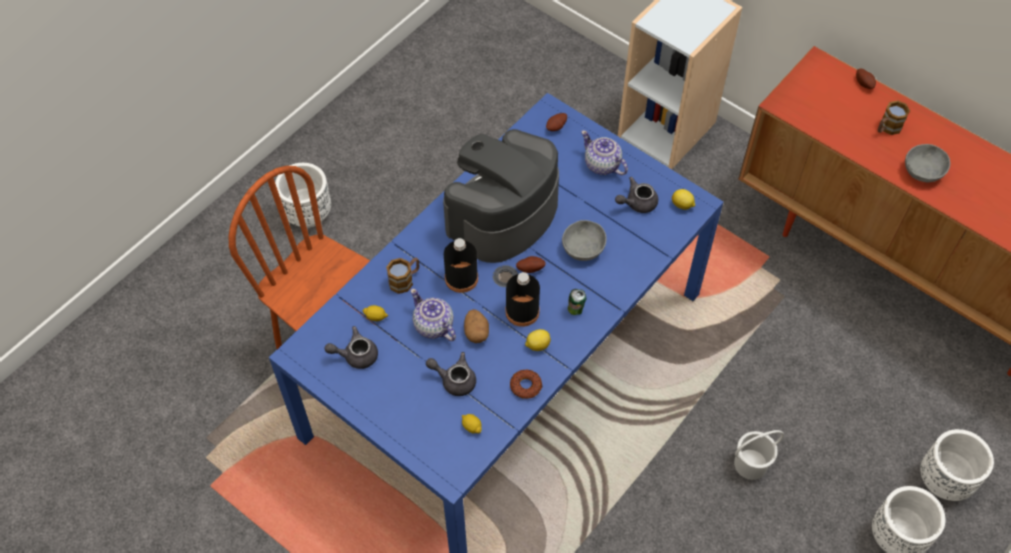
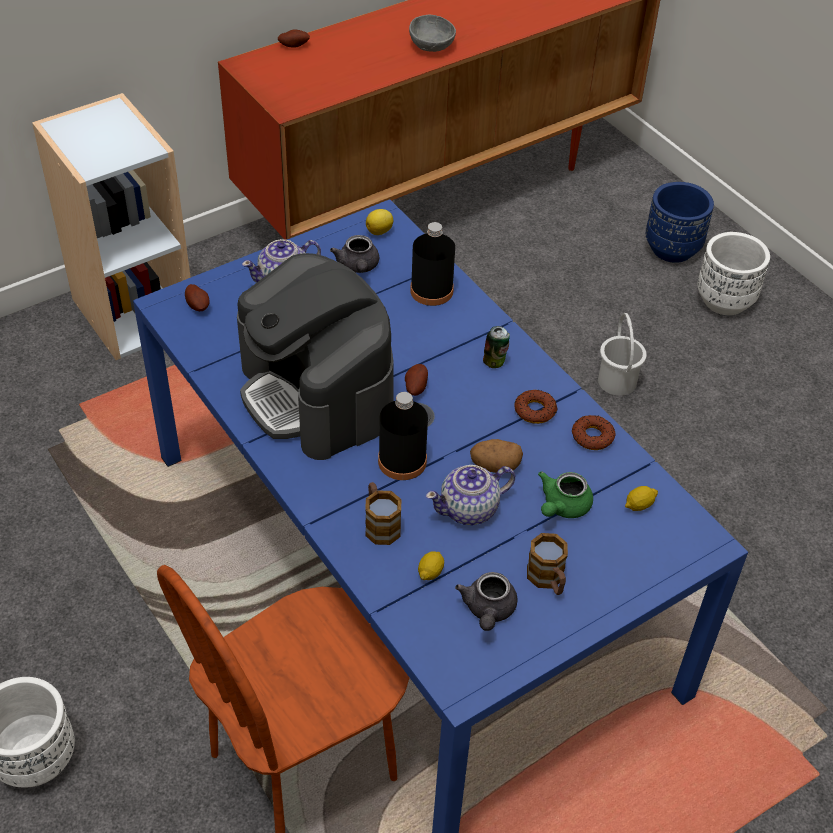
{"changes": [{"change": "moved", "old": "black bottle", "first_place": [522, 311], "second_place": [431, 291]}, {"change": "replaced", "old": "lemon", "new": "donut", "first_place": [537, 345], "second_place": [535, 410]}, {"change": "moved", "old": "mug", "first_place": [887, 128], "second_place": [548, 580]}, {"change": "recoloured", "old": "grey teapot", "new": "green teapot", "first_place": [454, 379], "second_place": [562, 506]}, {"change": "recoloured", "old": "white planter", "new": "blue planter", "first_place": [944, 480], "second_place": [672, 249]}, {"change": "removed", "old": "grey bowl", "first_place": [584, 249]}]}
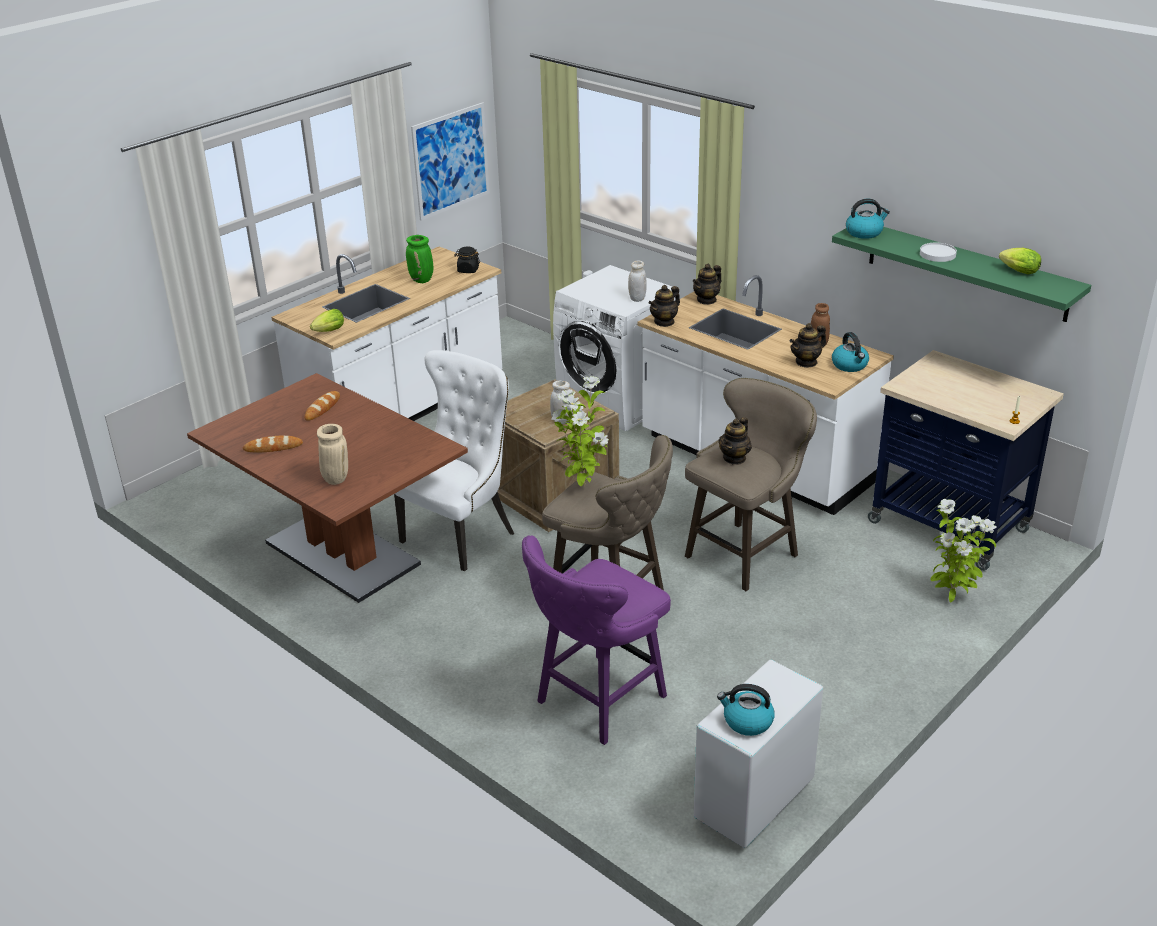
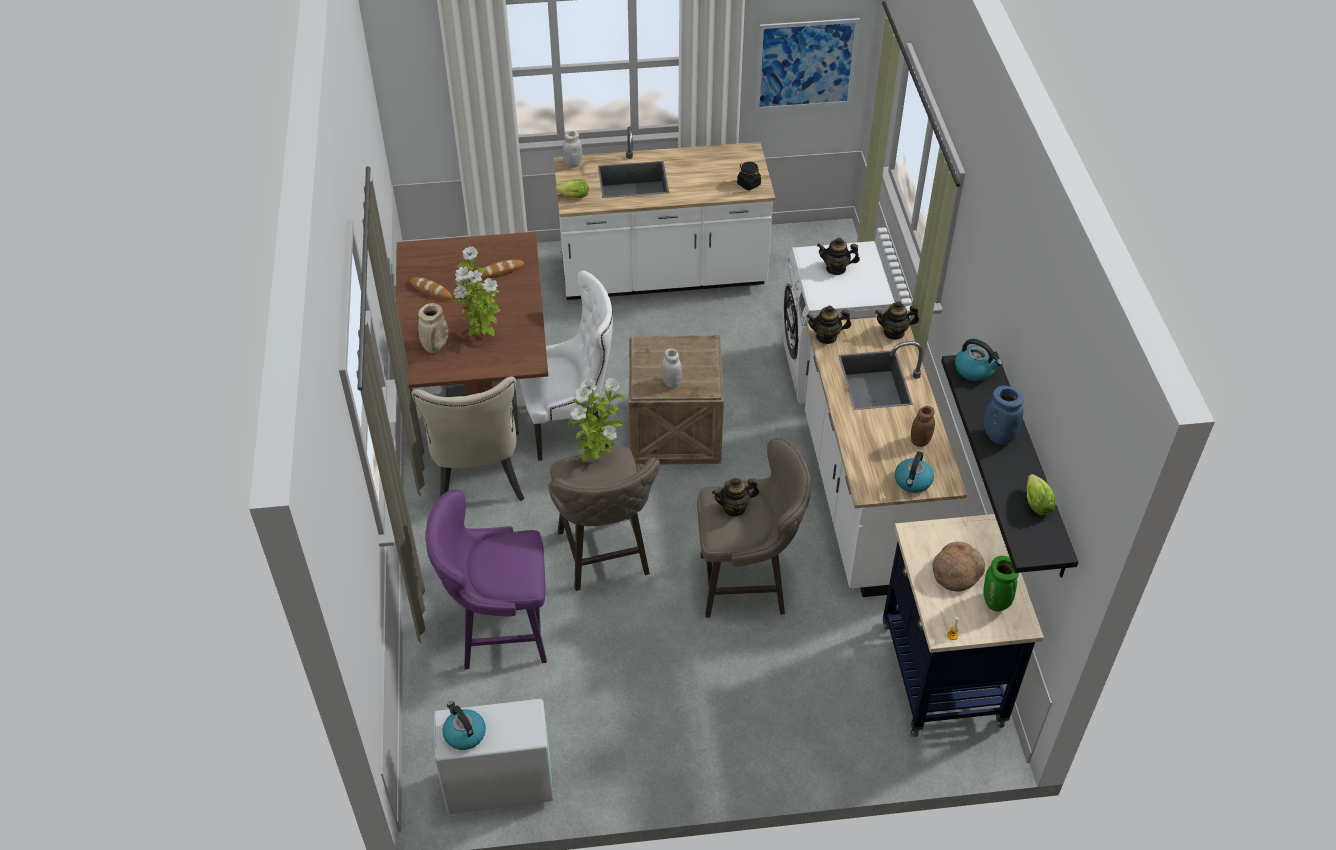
{"changes": [{"change": "added", "new": "beige chair", "second_place": [478, 481]}, {"change": "moved", "old": "potted plant", "first_place": [952, 598], "second_place": [482, 335]}, {"change": "moved", "old": "white jar", "first_place": [637, 298], "second_place": [573, 164]}, {"change": "moved", "old": "teapot", "first_place": [806, 362], "second_place": [836, 268]}, {"change": "added", "new": "bread", "second_place": [956, 571]}, {"change": "recoloured", "old": "green shelf", "new": "black shelf", "first_place": [966, 270], "second_place": [1030, 465]}, {"change": "replaced", "old": "white plate", "new": "blue vase", "first_place": [937, 254], "second_place": [997, 436]}, {"change": "moved", "old": "green vase", "first_place": [422, 280], "second_place": [996, 603]}]}
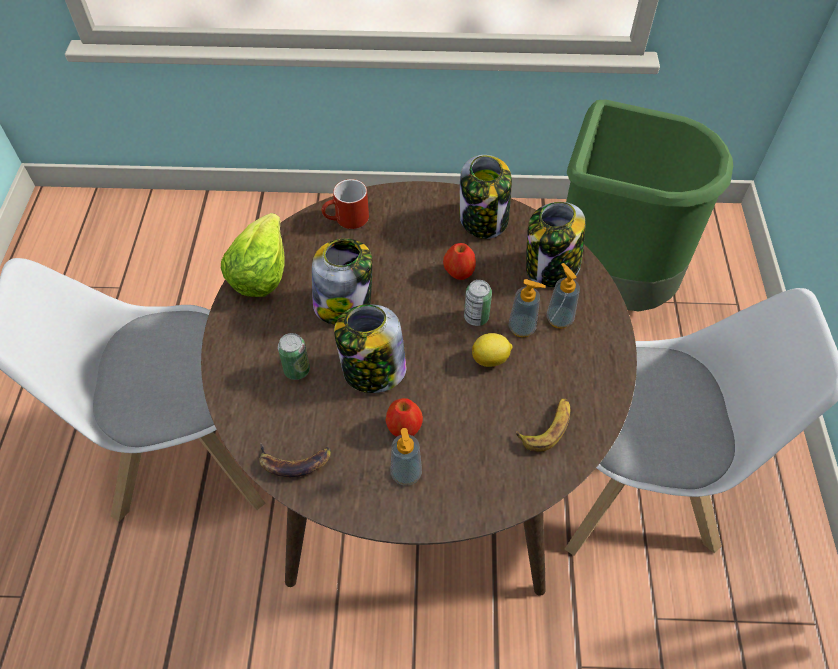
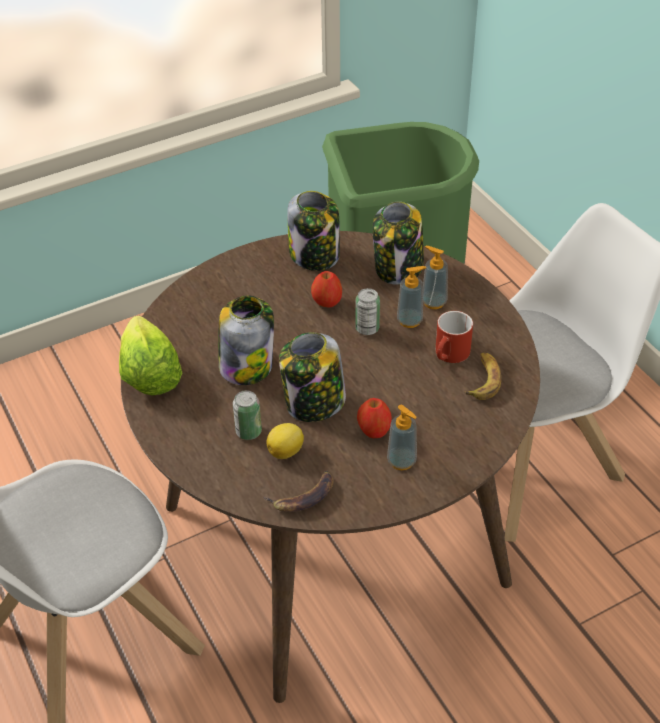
{"changes": [{"change": "moved", "old": "lemon", "first_place": [491, 359], "second_place": [286, 451]}, {"change": "moved", "old": "red mug", "first_place": [346, 220], "second_place": [450, 356]}]}
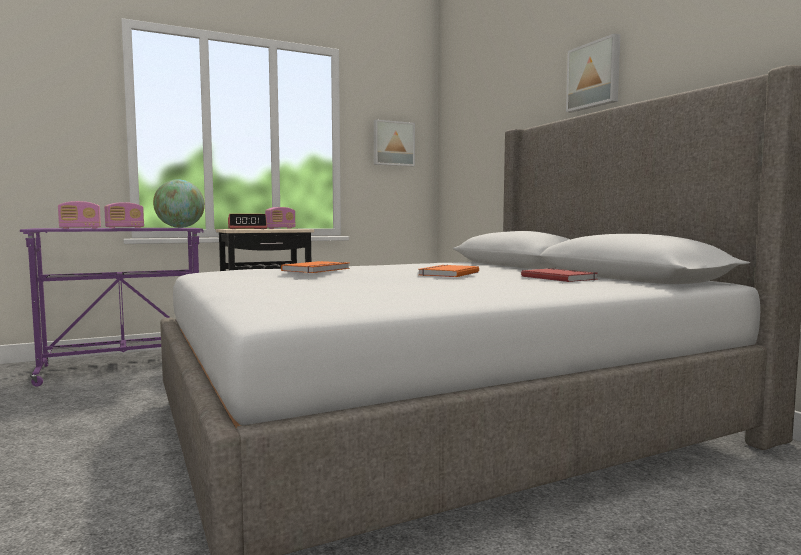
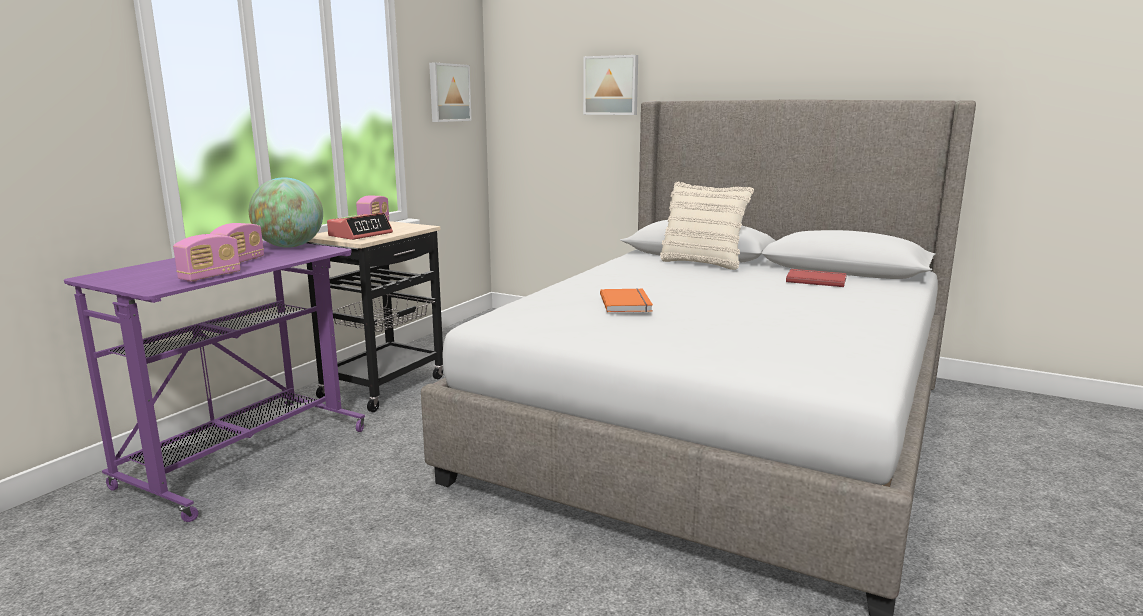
{"changes": [{"change": "moved", "old": "picture", "first_place": [594, 75], "second_place": [611, 85]}, {"change": "added", "new": "beige pillow", "second_place": [703, 263]}, {"change": "removed", "old": "orange book", "first_place": [447, 273]}]}
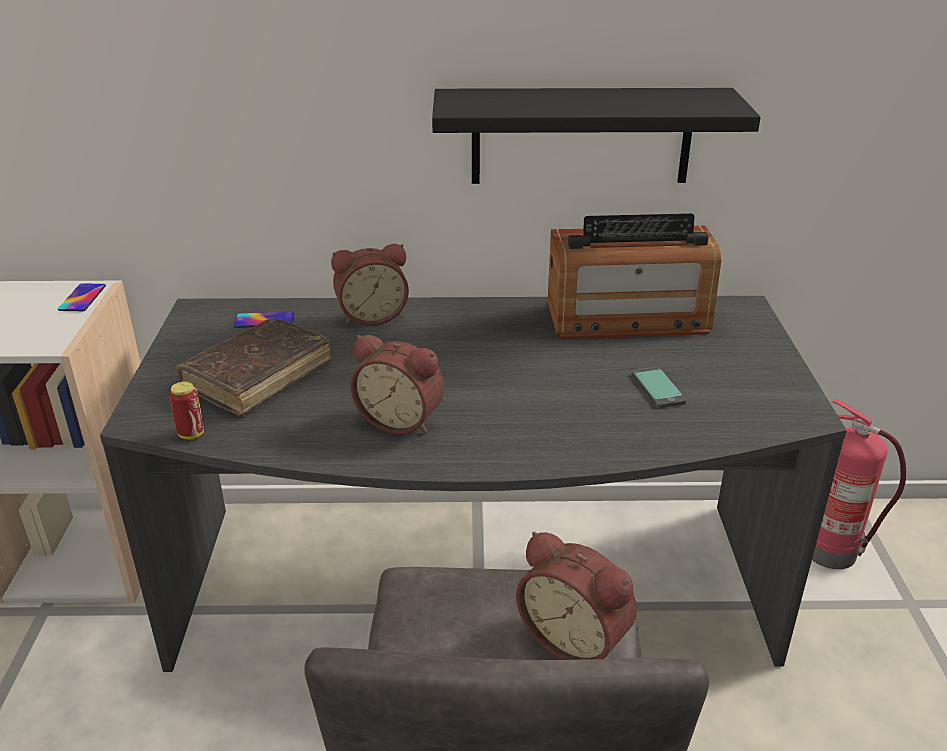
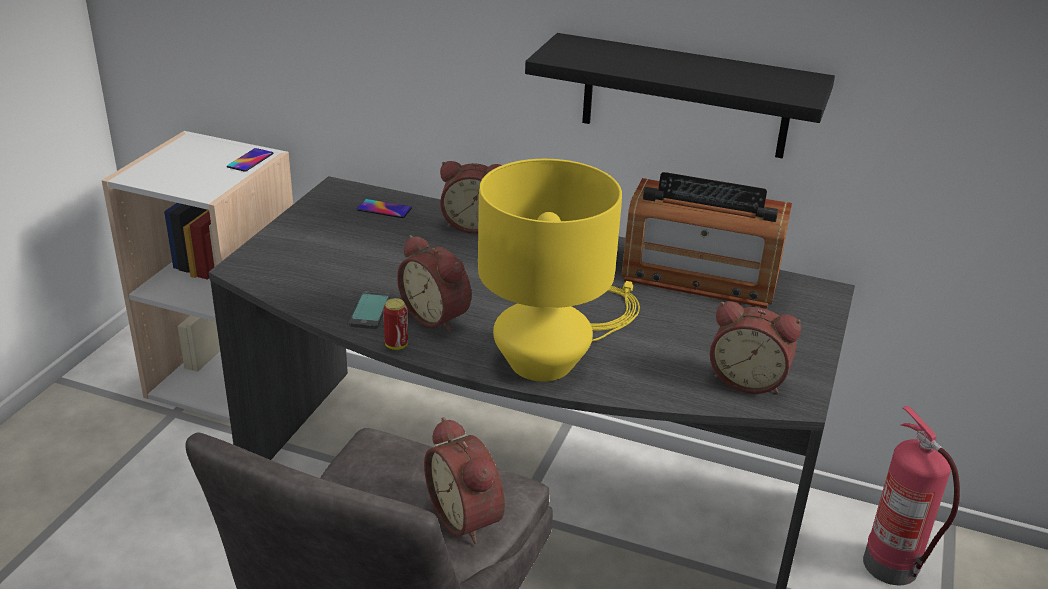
{"changes": [{"change": "moved", "old": "phone", "first_place": [658, 389], "second_place": [370, 311]}, {"change": "moved", "old": "can", "first_place": [191, 434], "second_place": [396, 345]}, {"change": "added", "new": "yellow table lamp", "second_place": [563, 340]}, {"change": "added", "new": "alarm clock", "second_place": [748, 379]}, {"change": "removed", "old": "brown book", "first_place": [258, 376]}]}
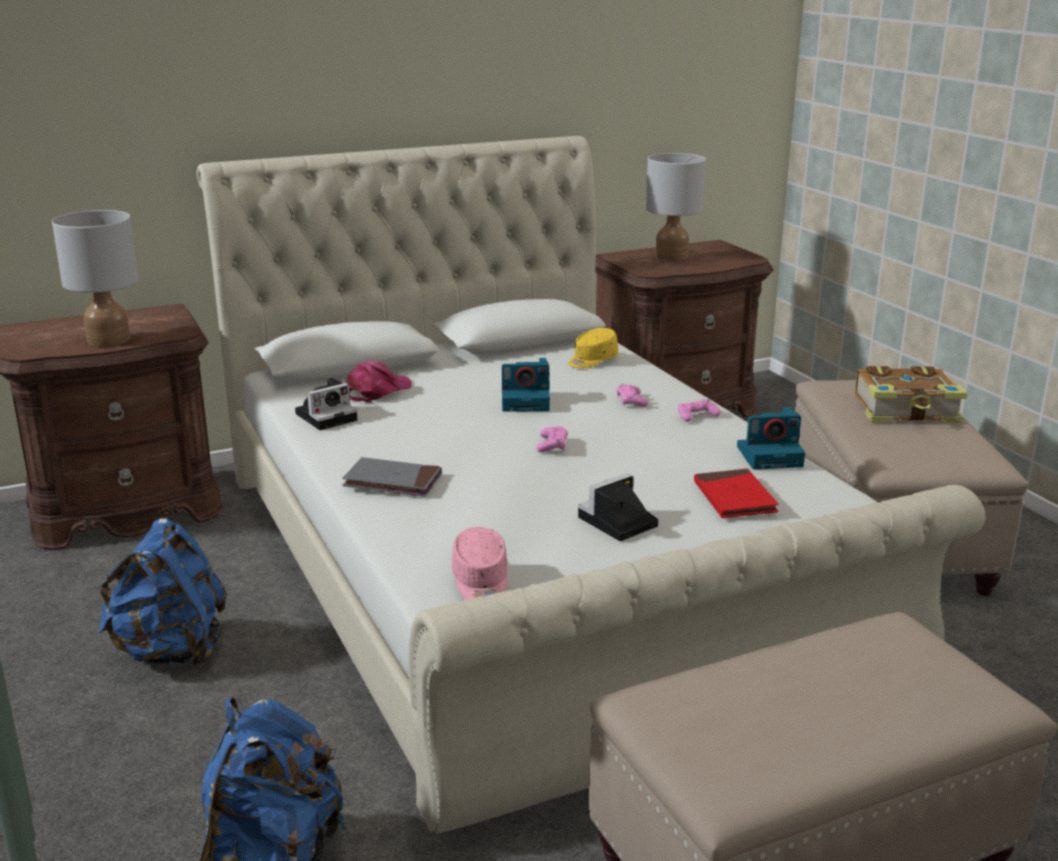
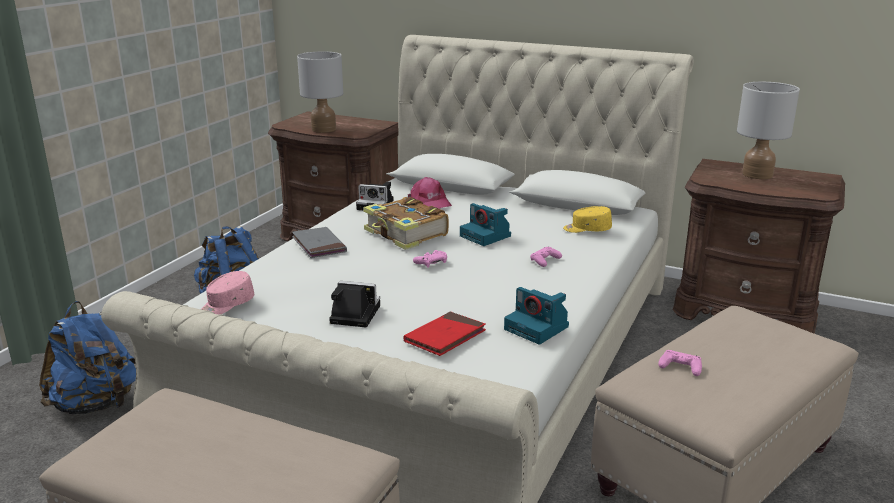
{"changes": [{"change": "moved", "old": "book", "first_place": [907, 410], "second_place": [405, 234]}, {"change": "turned", "old": "pink cap", "first_place": [378, 391], "second_place": [430, 202], "degrees": 60}, {"change": "moved", "old": "pink game controller", "first_place": [696, 416], "second_place": [680, 367]}]}
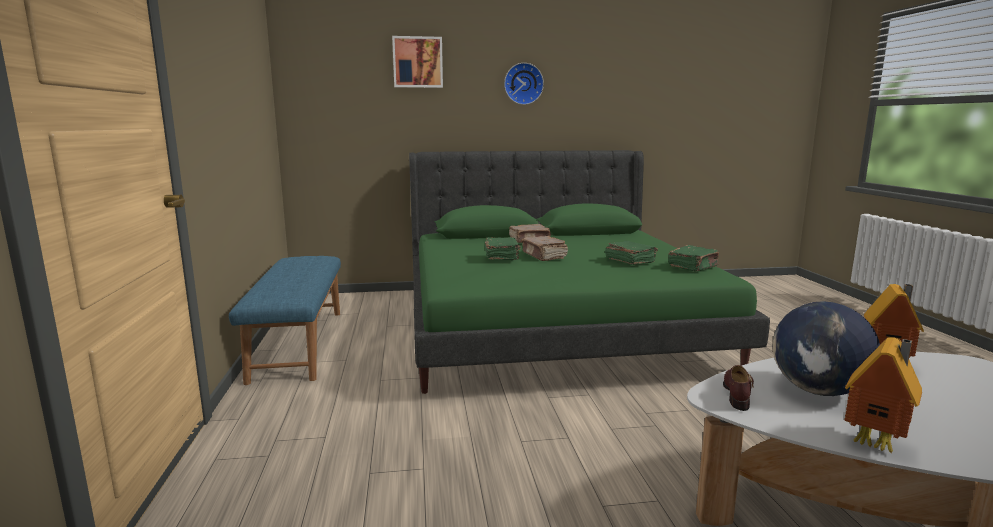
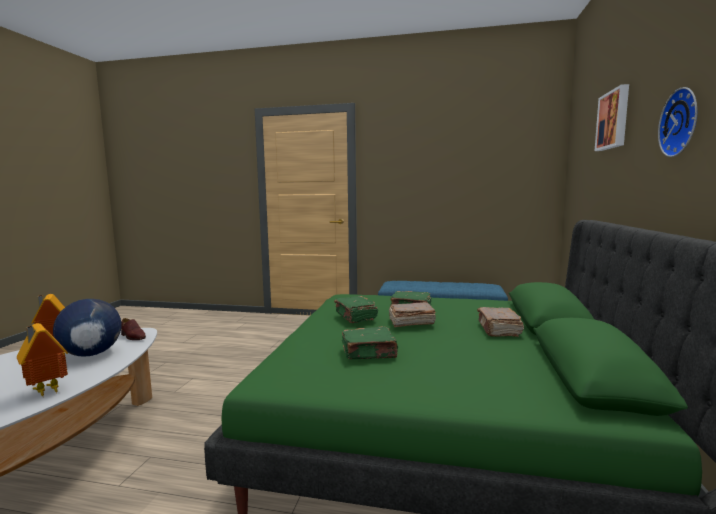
{"changes": [{"change": "moved", "old": "green book", "first_place": [693, 267], "second_place": [355, 316]}]}
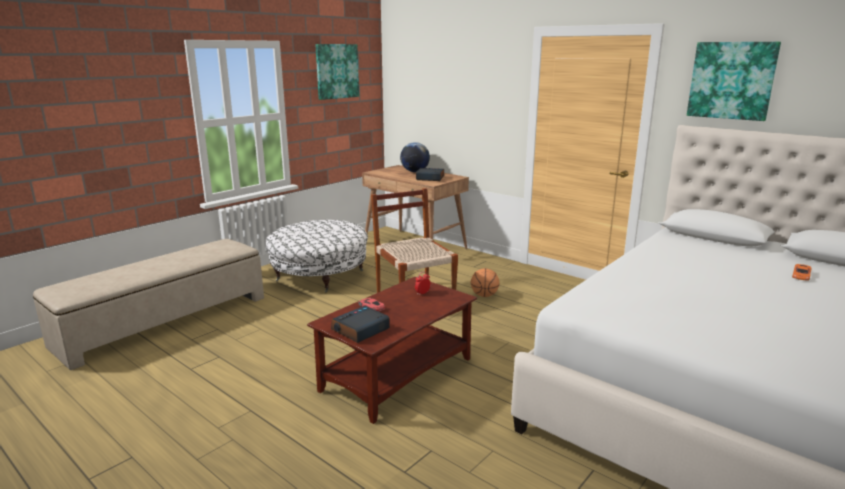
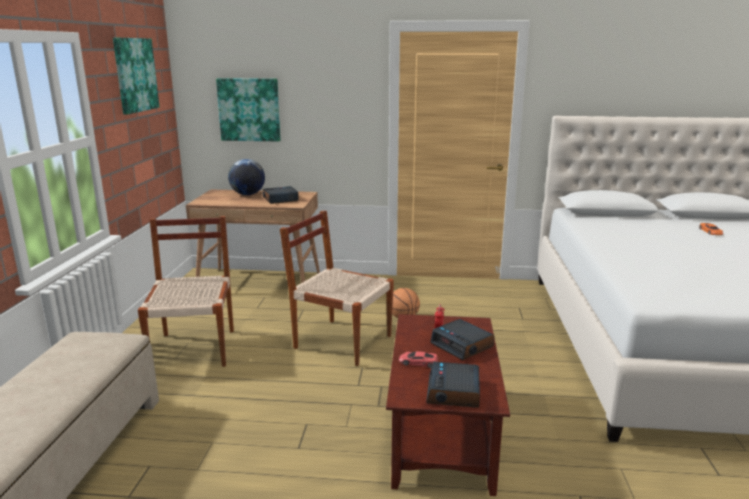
{"changes": [{"change": "replaced", "old": "white ottoman", "new": "chair", "first_place": [319, 276], "second_place": [194, 348]}, {"change": "moved", "old": "picture", "first_place": [731, 80], "second_place": [249, 109]}, {"change": "added", "new": "alarm clock", "second_place": [462, 345]}]}
